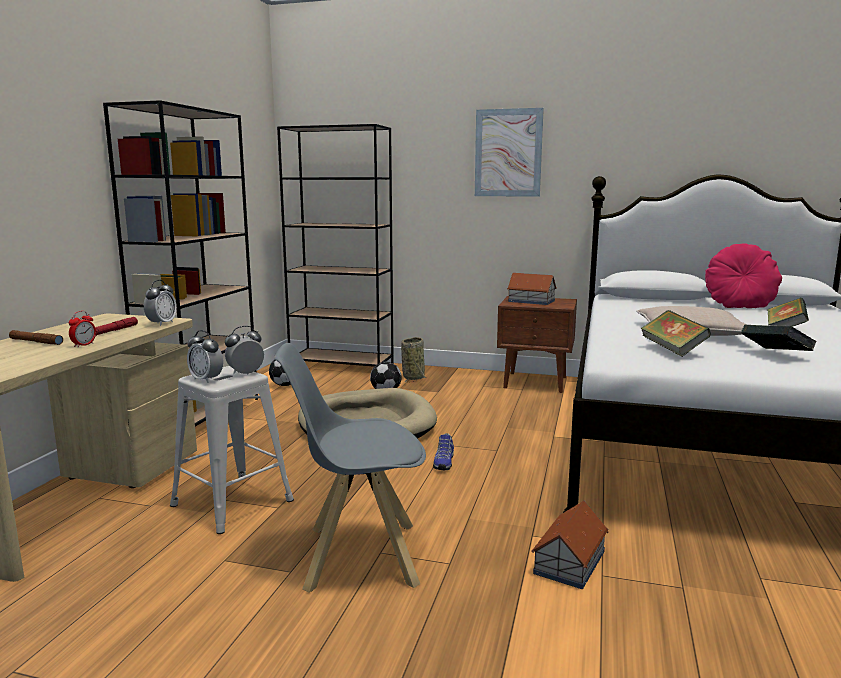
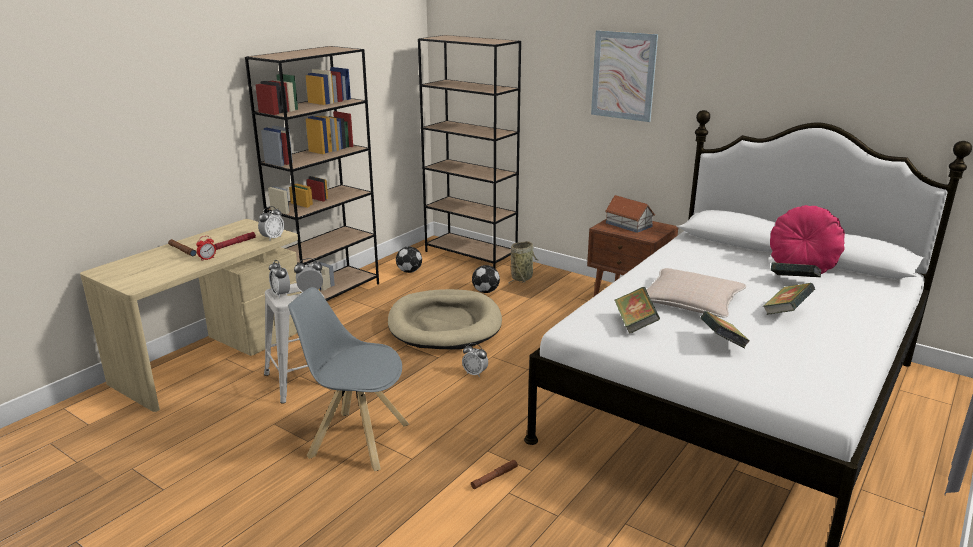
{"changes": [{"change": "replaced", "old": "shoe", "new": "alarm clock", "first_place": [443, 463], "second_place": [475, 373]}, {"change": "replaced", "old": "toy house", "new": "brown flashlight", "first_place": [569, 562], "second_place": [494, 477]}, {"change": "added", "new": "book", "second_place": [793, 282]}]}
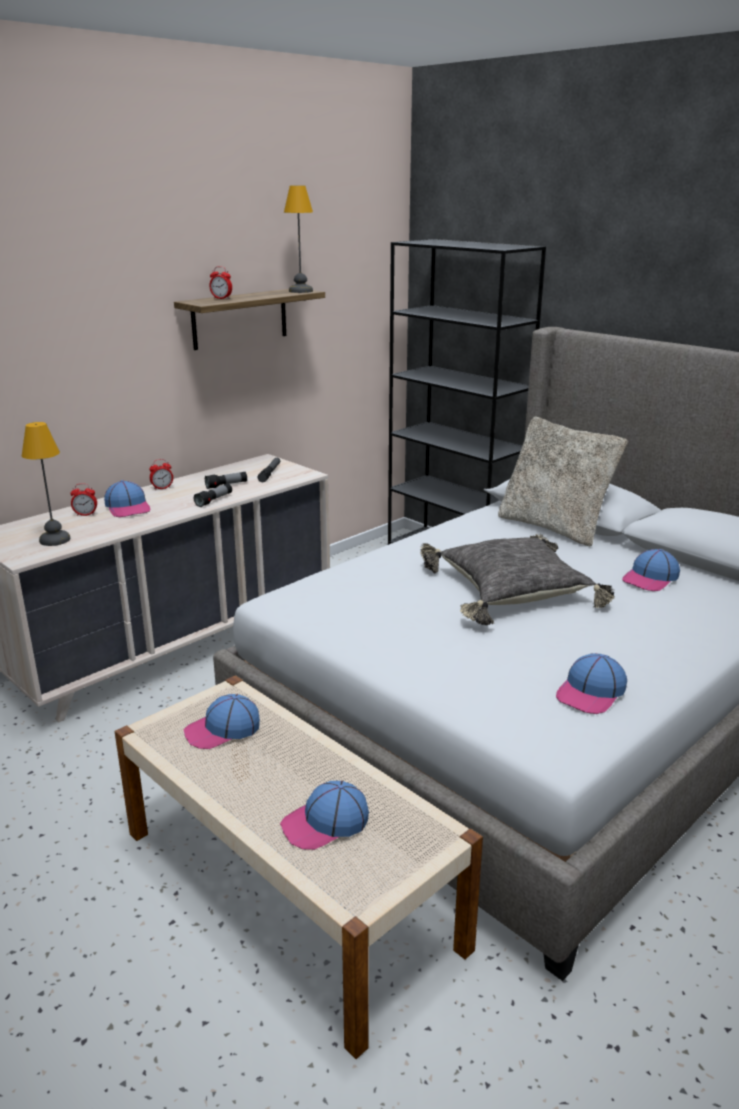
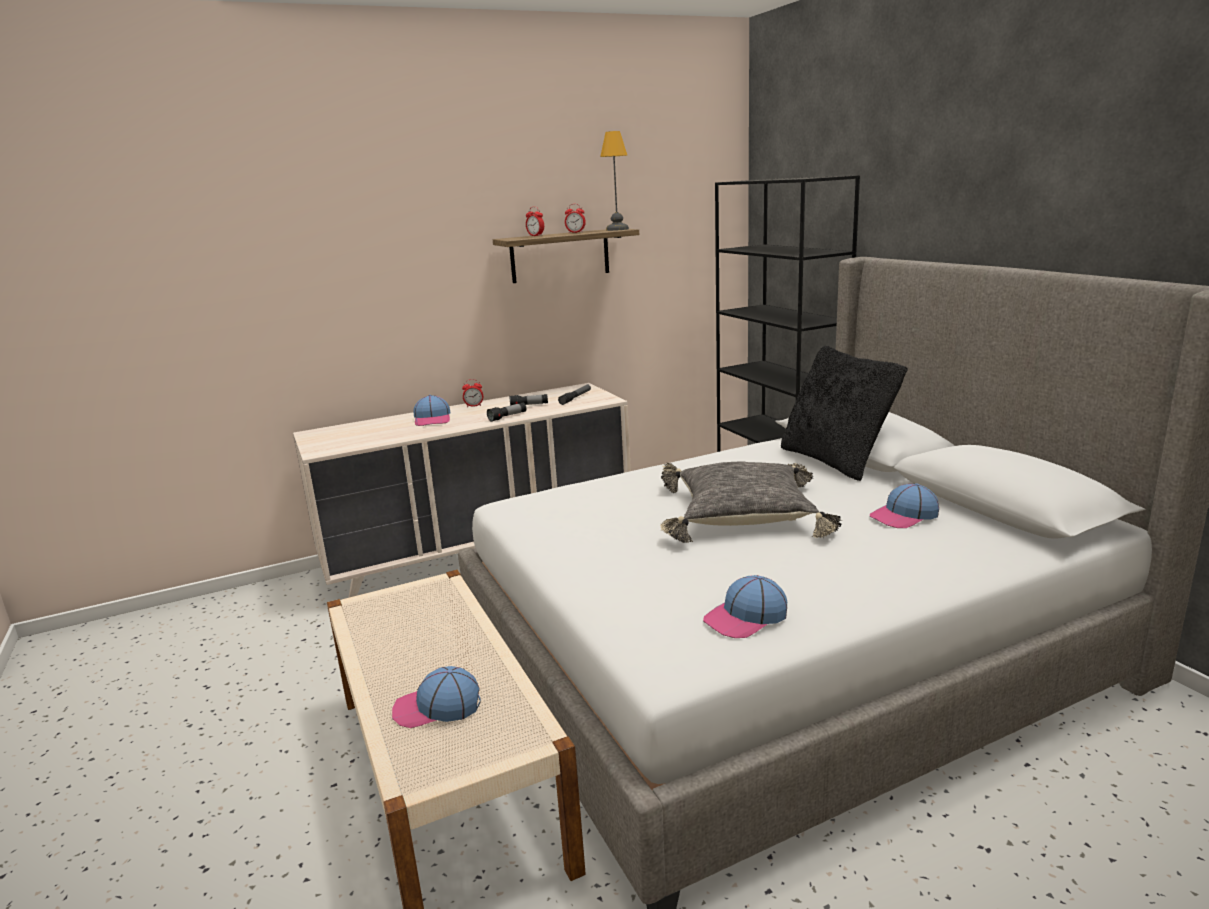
{"changes": [{"change": "moved", "old": "alarm clock", "first_place": [85, 514], "second_place": [575, 232]}, {"change": "recoloured", "old": "beige pillow", "new": "black pillow", "first_place": [555, 525], "second_place": [836, 459]}, {"change": "removed", "old": "table lamp", "first_place": [54, 540]}, {"change": "removed", "old": "cap", "first_place": [222, 730]}]}
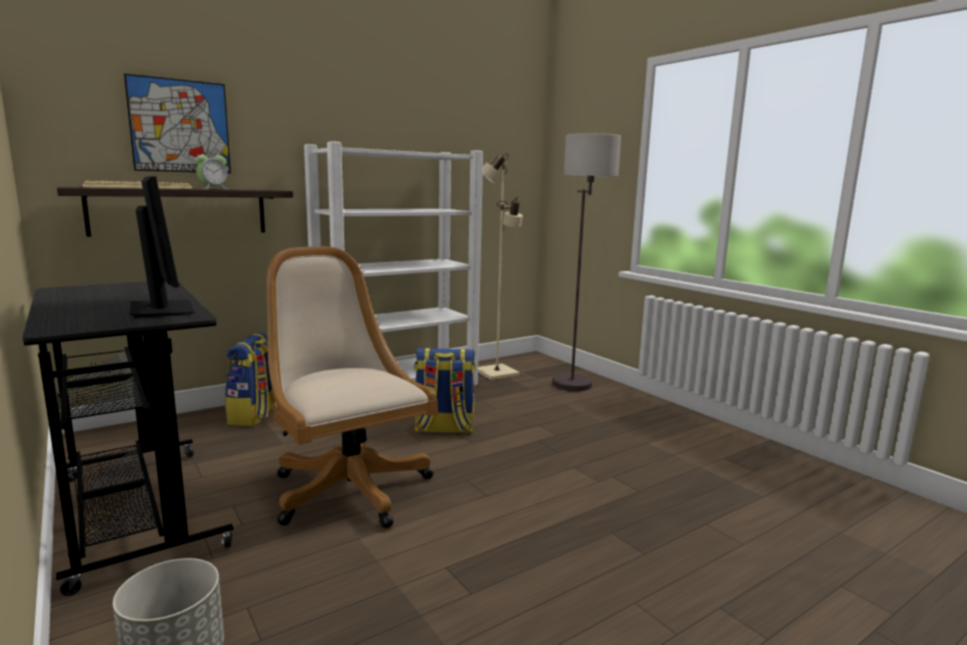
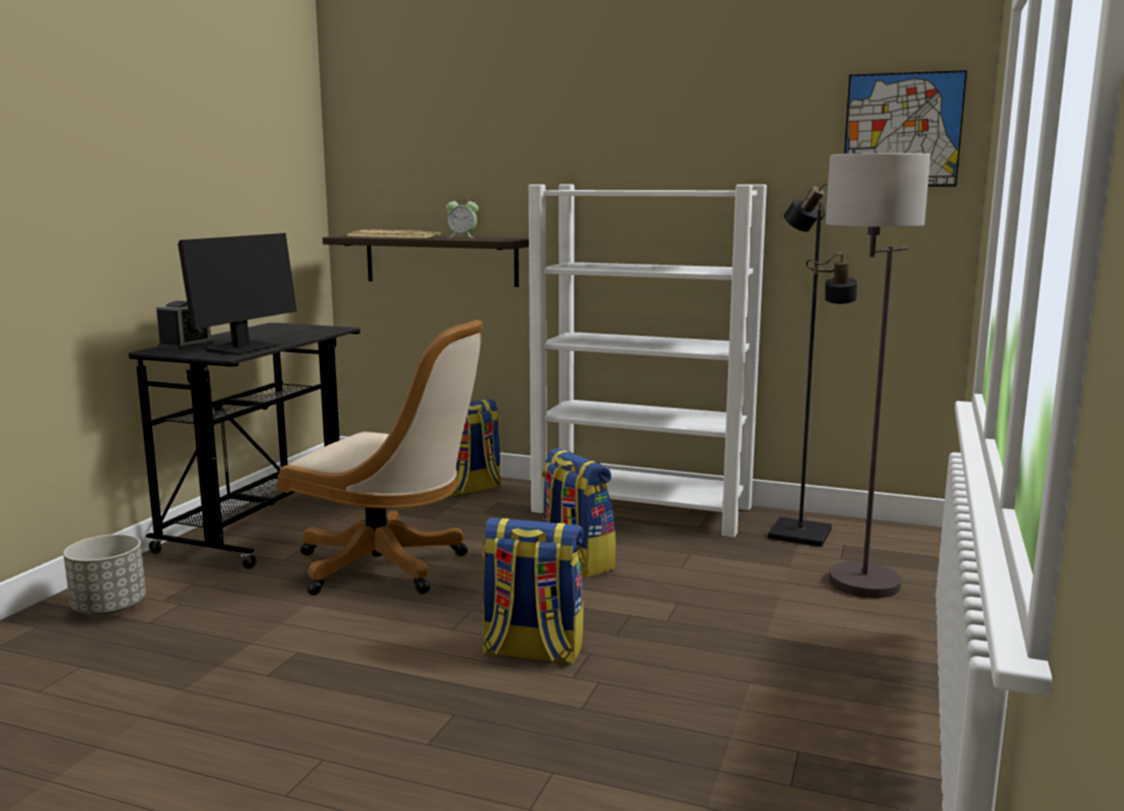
{"changes": [{"change": "added", "new": "alarm clock", "second_place": [186, 345]}, {"change": "turned", "old": "office chair", "first_place": [346, 484], "second_place": [391, 567], "degrees": 90}, {"change": "added", "new": "backpack", "second_place": [532, 651]}, {"change": "recoloured", "old": "beige floor lamp", "new": "black floor lamp", "first_place": [497, 373], "second_place": [800, 534]}, {"change": "moved", "old": "picture", "first_place": [180, 126], "second_place": [902, 130]}]}
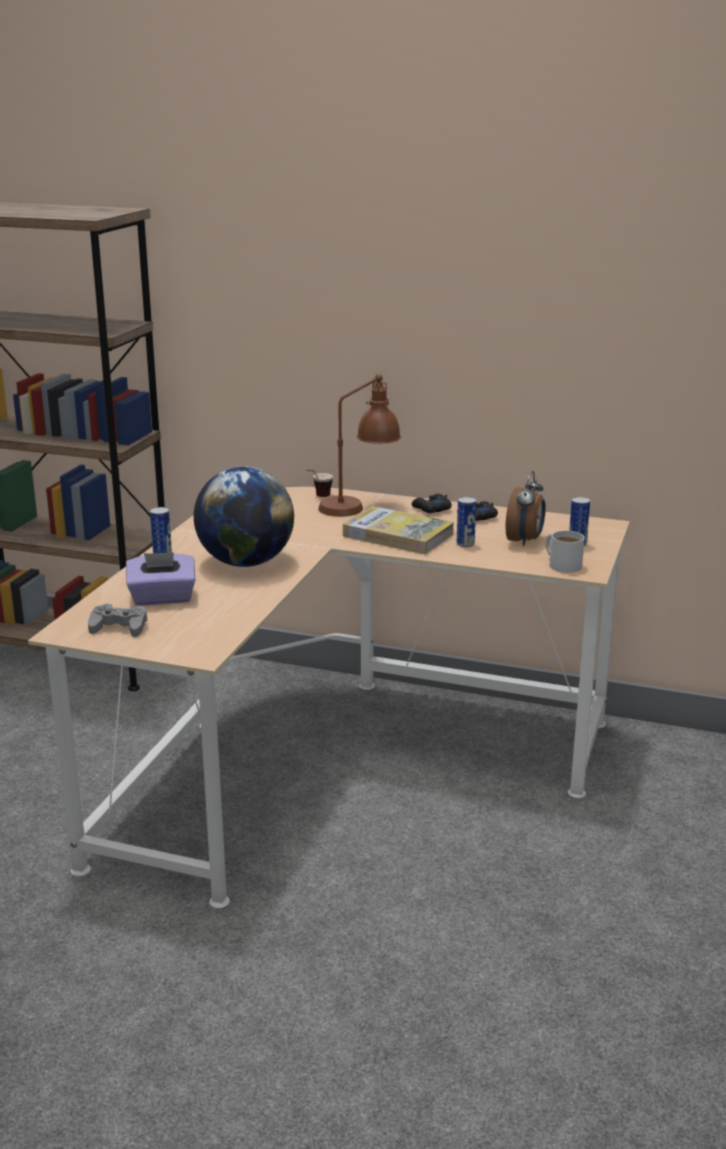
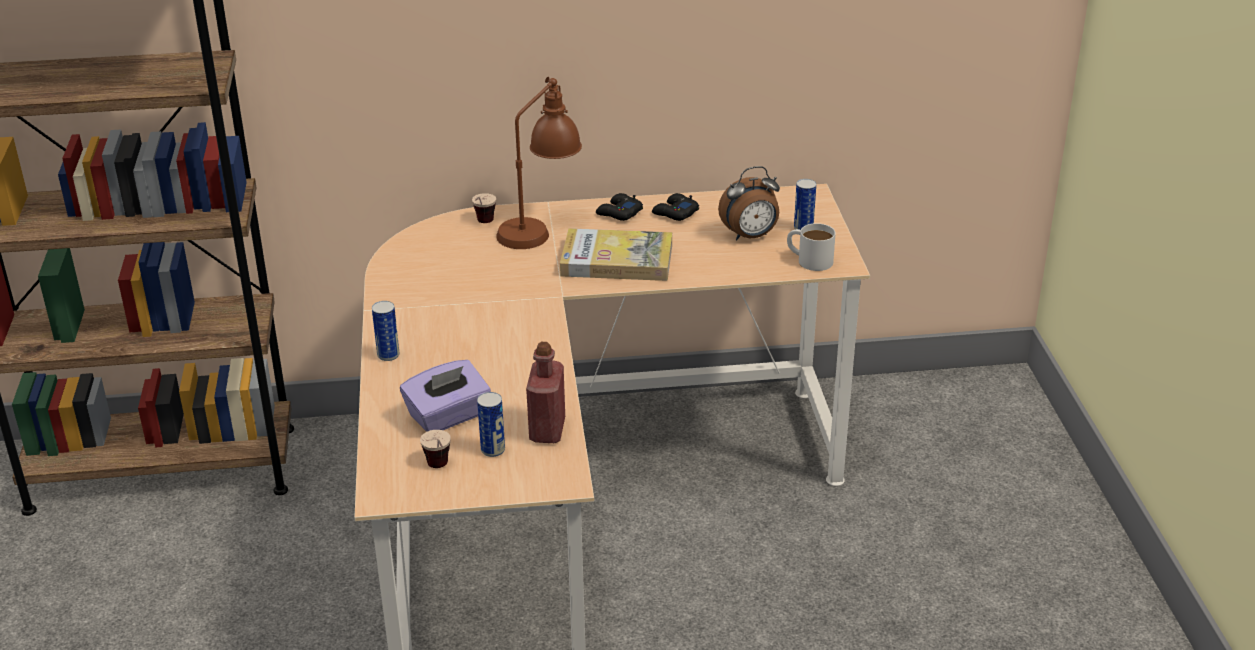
{"changes": [{"change": "replaced", "old": "grey game controller", "new": "cup", "first_place": [119, 627], "second_place": [440, 470]}, {"change": "moved", "old": "can", "first_place": [465, 544], "second_place": [493, 450]}, {"change": "added", "new": "red bottle", "second_place": [547, 430]}, {"change": "turned", "old": "alarm clock", "first_place": [525, 541], "second_place": [750, 236], "degrees": 75}, {"change": "removed", "old": "globe", "first_place": [245, 562]}]}
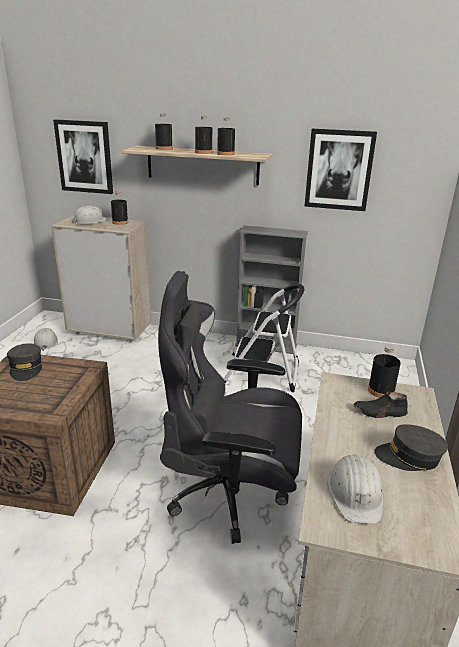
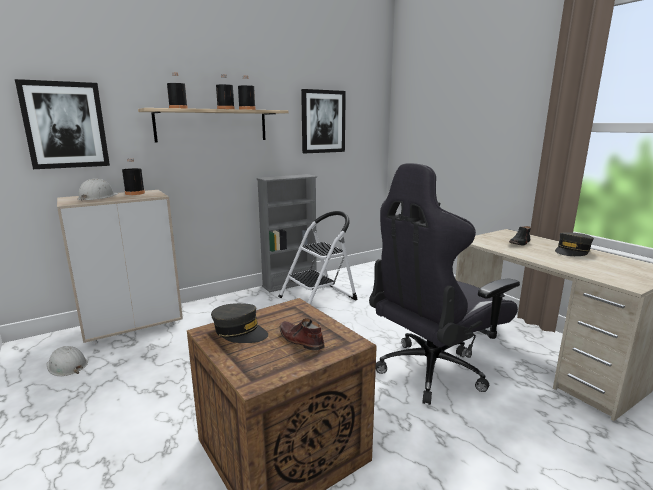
{"changes": [{"change": "added", "new": "brown shoe", "second_place": [300, 340]}, {"change": "removed", "old": "white hard hat", "first_place": [356, 493]}, {"change": "removed", "old": "black bottle", "first_place": [381, 390]}]}
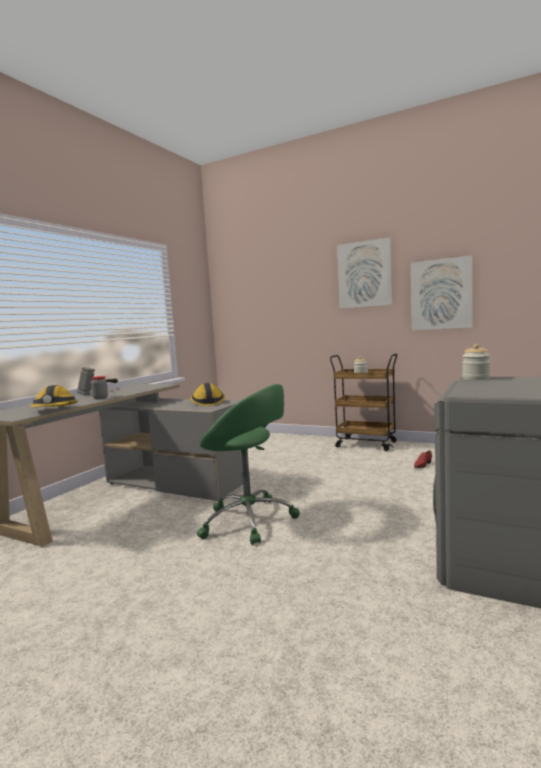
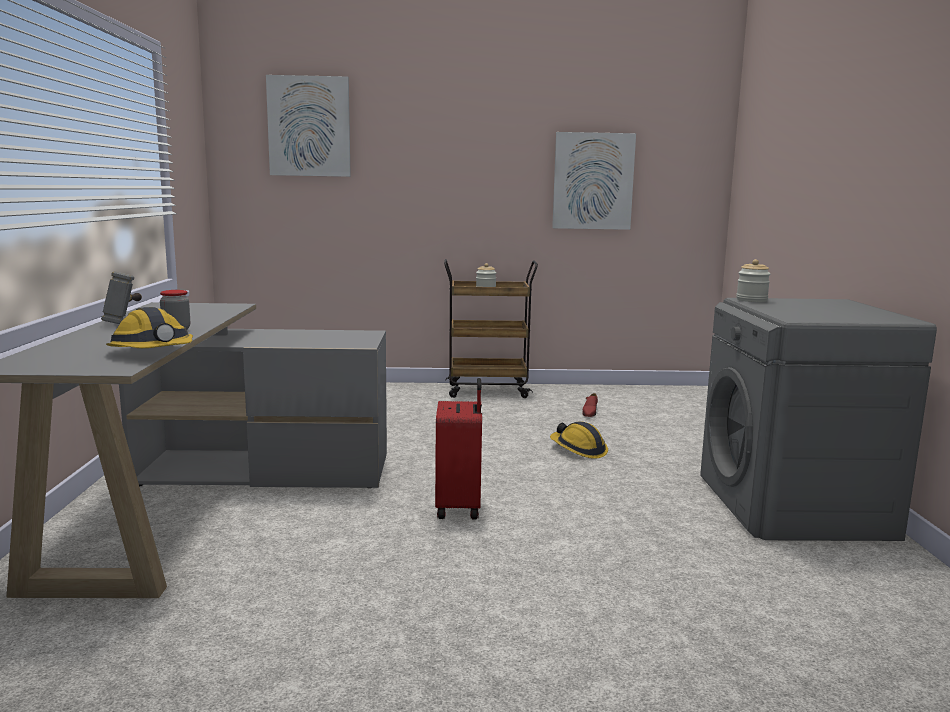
{"changes": [{"change": "moved", "old": "picture", "first_place": [365, 274], "second_place": [309, 126]}, {"change": "replaced", "old": "green office chair", "new": "red suitcase", "first_place": [250, 521], "second_place": [460, 507]}, {"change": "moved", "old": "hard hat", "first_place": [207, 402], "second_place": [578, 450]}]}
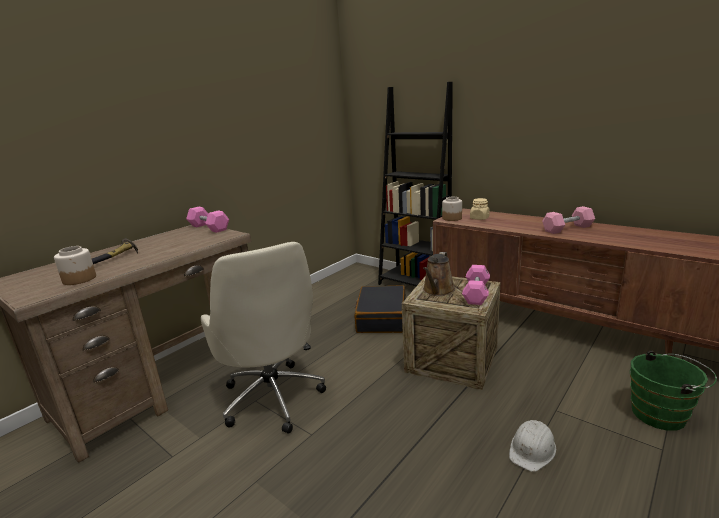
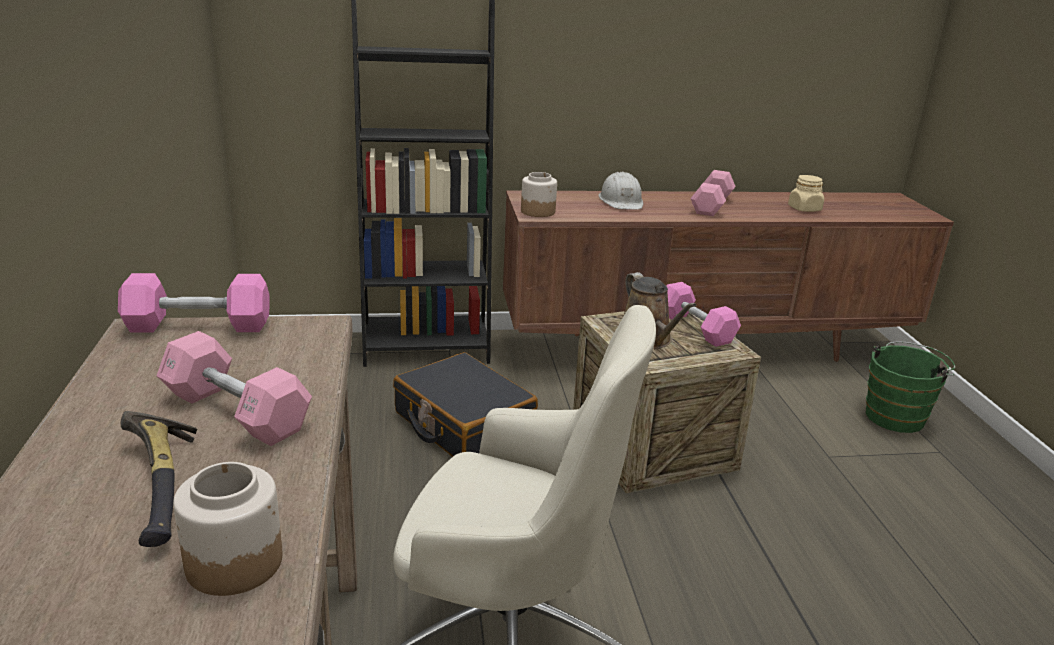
{"changes": [{"change": "added", "new": "pink dumbbell", "second_place": [236, 412]}, {"change": "moved", "old": "white hard hat", "first_place": [532, 449], "second_place": [621, 201]}, {"change": "moved", "old": "beige jar", "first_place": [479, 218], "second_place": [804, 209]}]}
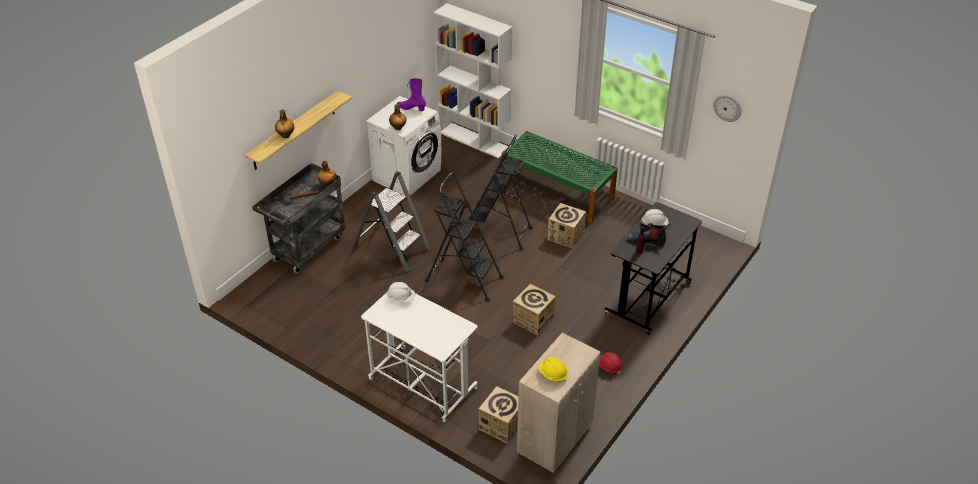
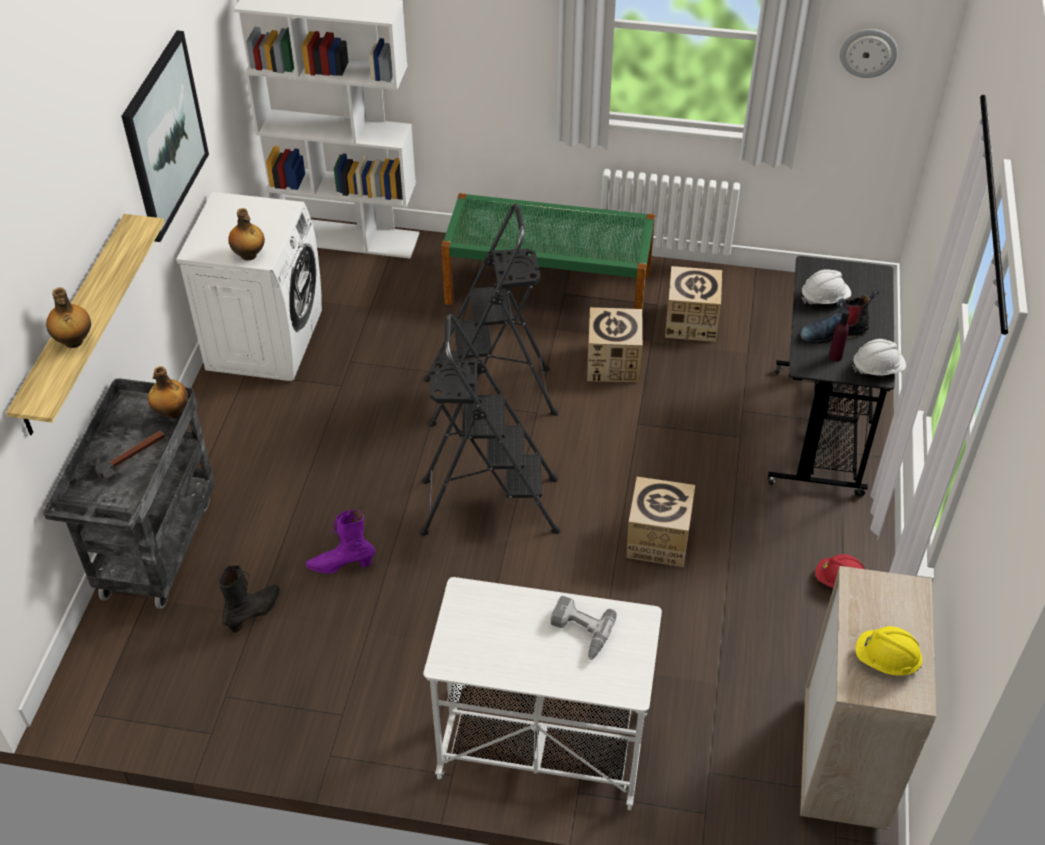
{"changes": [{"change": "added", "new": "picture", "second_place": [165, 136]}, {"change": "added", "new": "black boot", "second_place": [254, 613]}, {"change": "moved", "old": "purple boot", "first_place": [411, 108], "second_place": [341, 565]}, {"change": "added", "new": "power drill", "second_place": [579, 632]}, {"change": "moved", "old": "cardboard box", "first_place": [501, 425], "second_place": [691, 322]}, {"change": "moved", "old": "white hard hat", "first_place": [401, 298], "second_place": [877, 368]}, {"change": "removed", "old": "grey step ladder", "first_place": [391, 248]}]}
